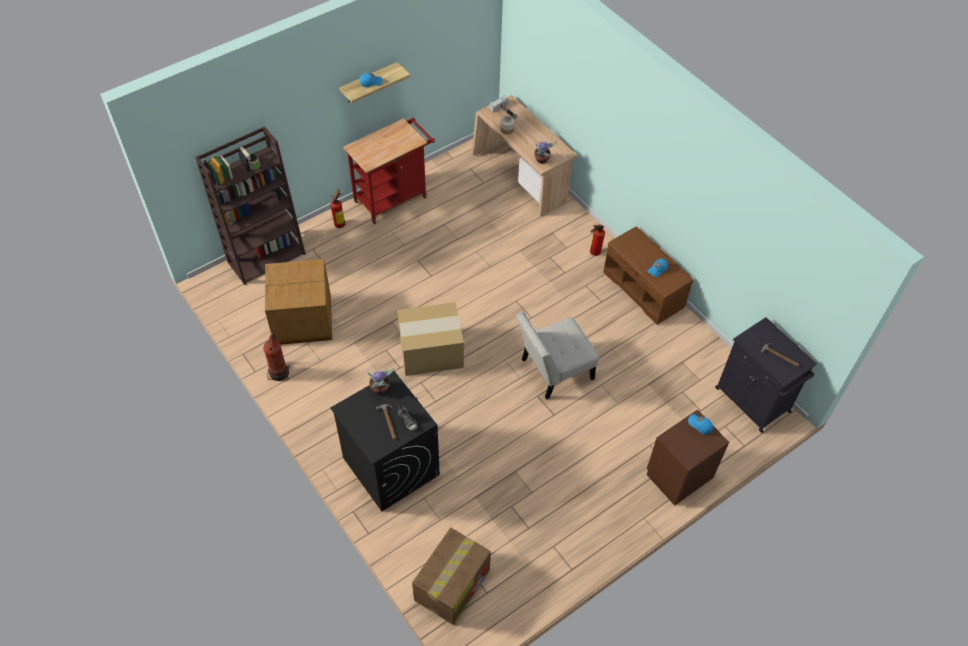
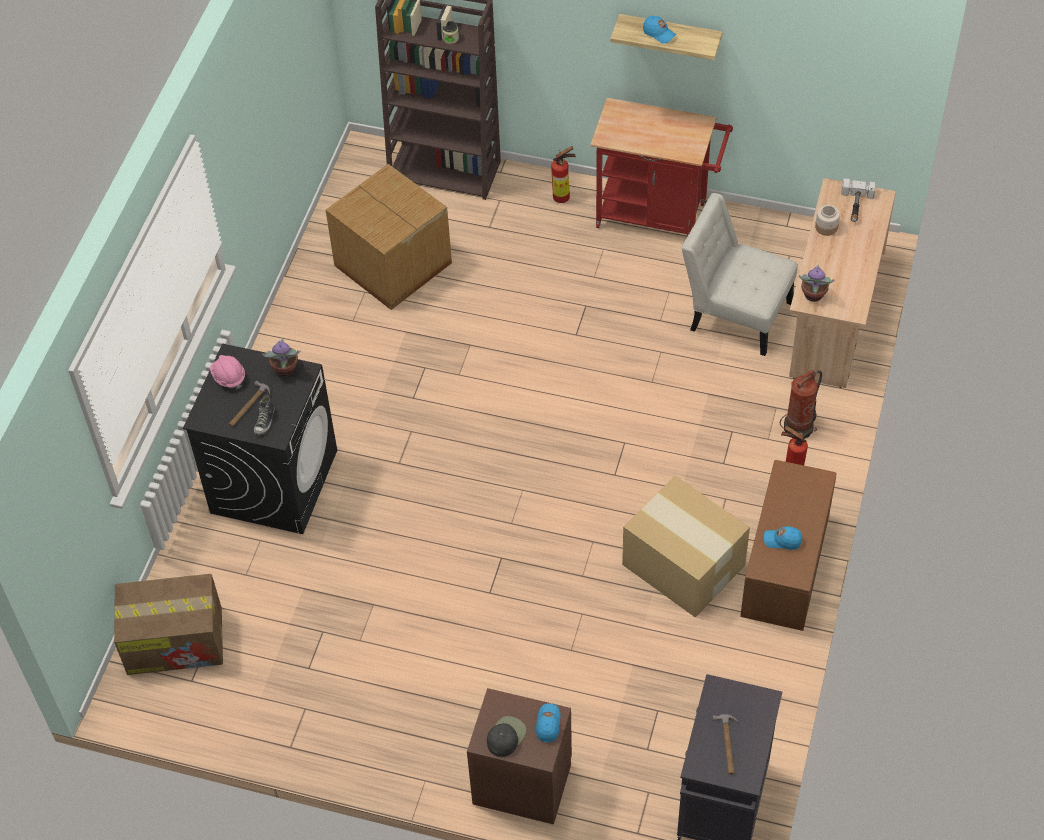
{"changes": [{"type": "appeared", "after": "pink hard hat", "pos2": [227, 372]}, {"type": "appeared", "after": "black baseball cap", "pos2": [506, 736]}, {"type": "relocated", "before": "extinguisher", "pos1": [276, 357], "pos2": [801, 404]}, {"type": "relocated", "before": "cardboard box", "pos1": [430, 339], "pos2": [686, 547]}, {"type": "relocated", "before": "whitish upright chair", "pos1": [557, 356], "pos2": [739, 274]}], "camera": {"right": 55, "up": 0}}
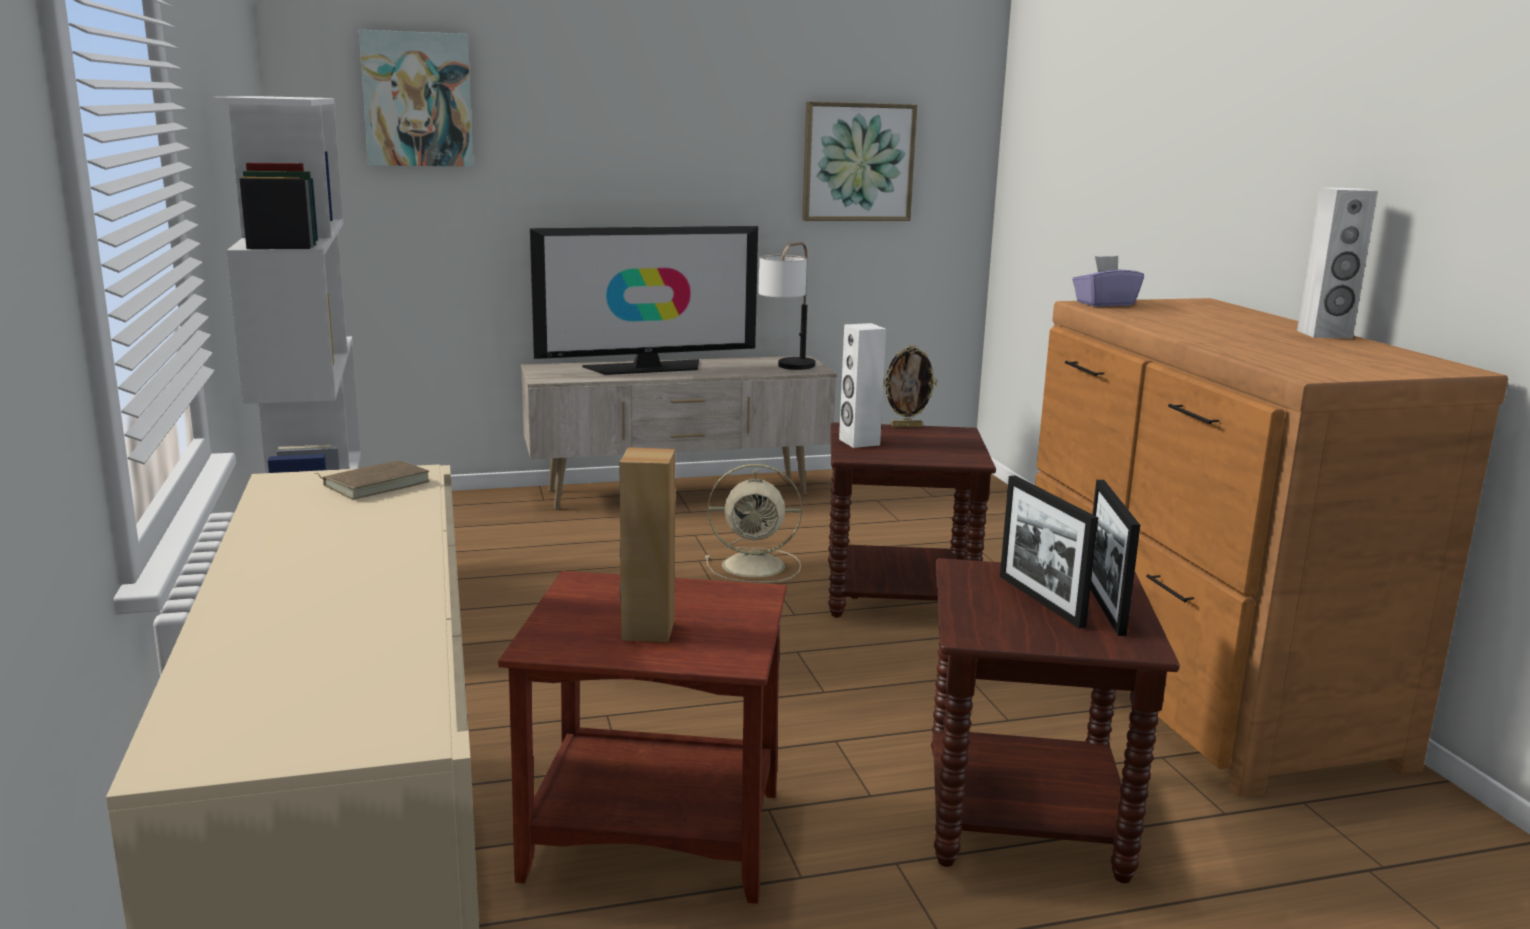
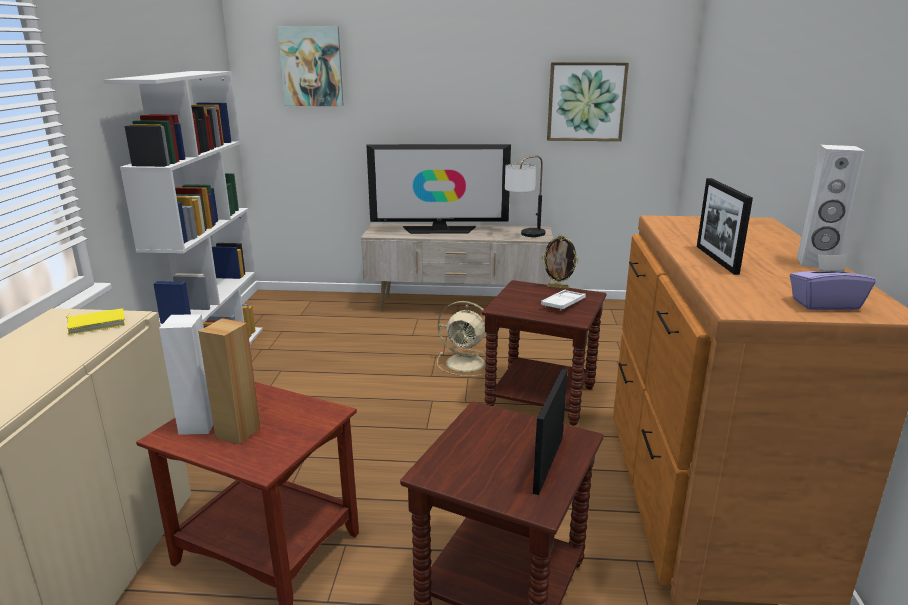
{"changes": [{"type": "appeared", "after": "whitish tray", "pos2": [563, 300]}, {"type": "relocated", "before": "whitish audio speaker", "pos1": [862, 385], "pos2": [186, 374]}, {"type": "relocated", "before": "standing frame", "pos1": [1049, 551], "pos2": [725, 226]}, {"type": "relocated", "before": "purple-coloured box of tissues", "pos1": [1108, 281], "pos2": [833, 282]}, {"type": "colour", "before": "brownish bound book", "after": "yellowish bound book", "pos1": [372, 479], "pos2": [95, 322]}], "camera": {"right": 20, "up": 5}}
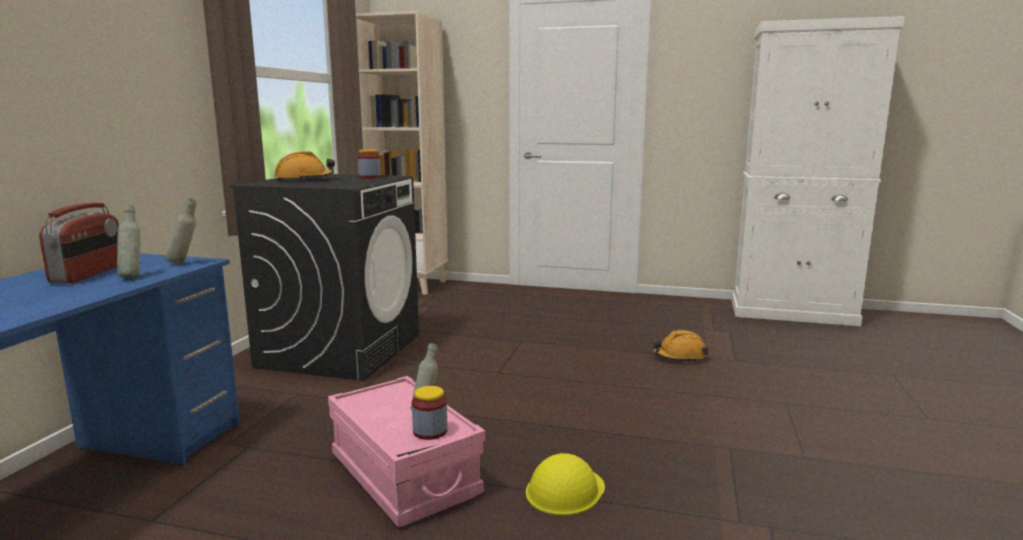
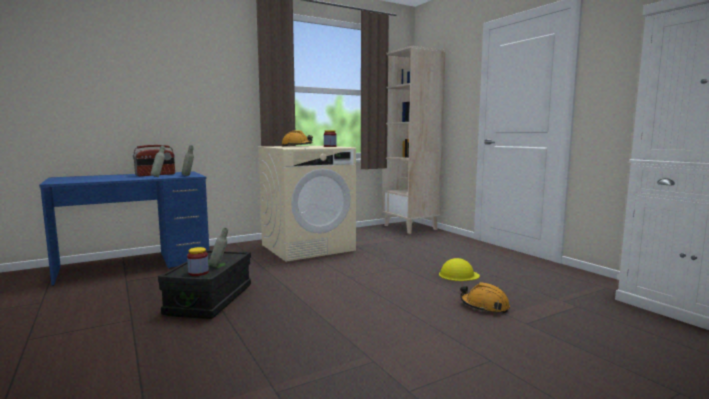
{"changes": [{"type": "relocated", "before": "yellowish hard hat", "pos1": [565, 484], "pos2": [459, 269]}, {"type": "colour", "before": "black laundry machine", "after": "sand-coloured laundry machine", "pos1": [324, 277], "pos2": [307, 204]}, {"type": "colour", "before": "pink storage box", "after": "black storage box", "pos1": [406, 451], "pos2": [204, 284]}], "camera": {"right": 45, "up": -5}}
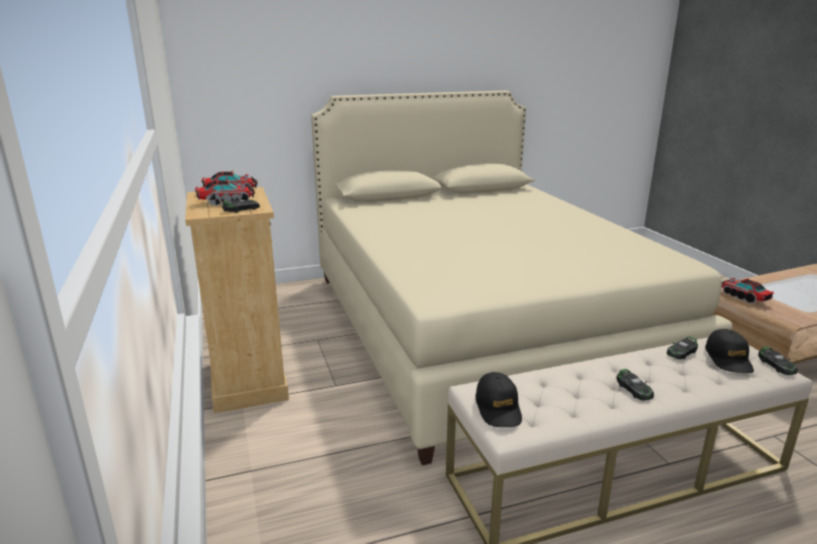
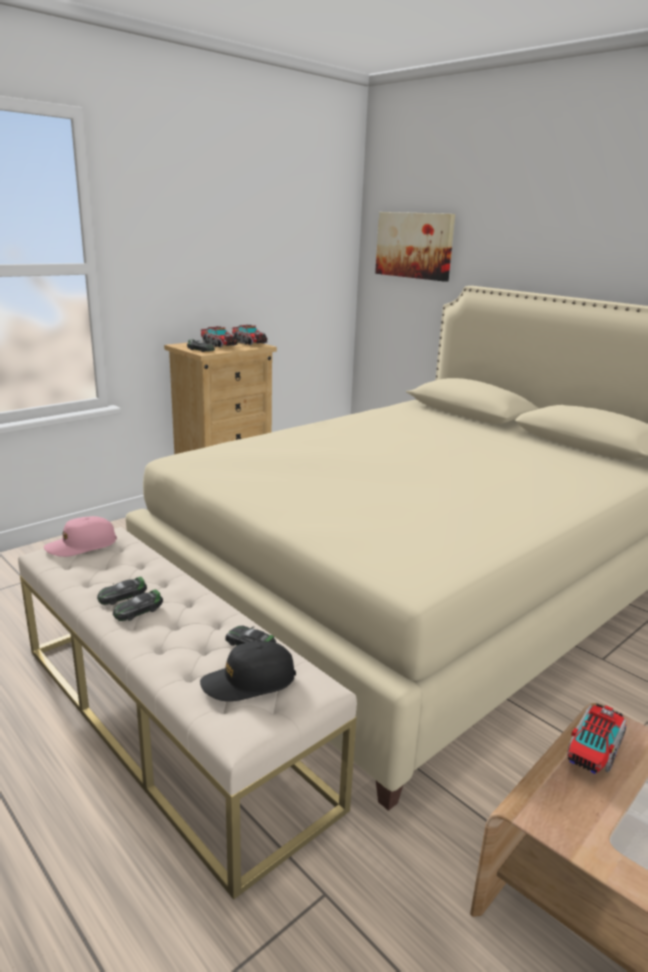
{"changes": [{"type": "appeared", "after": "wall art", "pos2": [415, 247]}, {"type": "relocated", "before": "model car", "pos1": [778, 361], "pos2": [122, 591]}, {"type": "colour", "before": "black baseball cap", "after": "pink baseball cap", "pos1": [498, 399], "pos2": [80, 536]}], "camera": {"right": 65, "up": 0}}
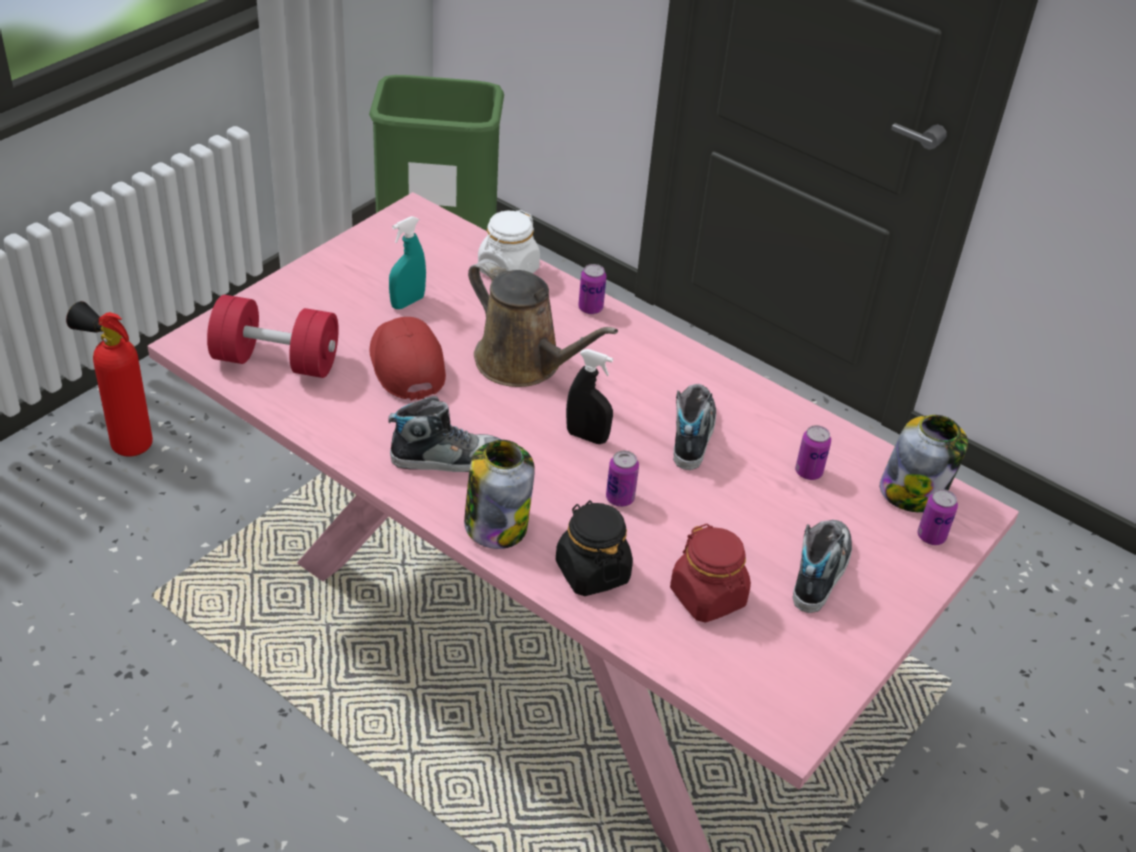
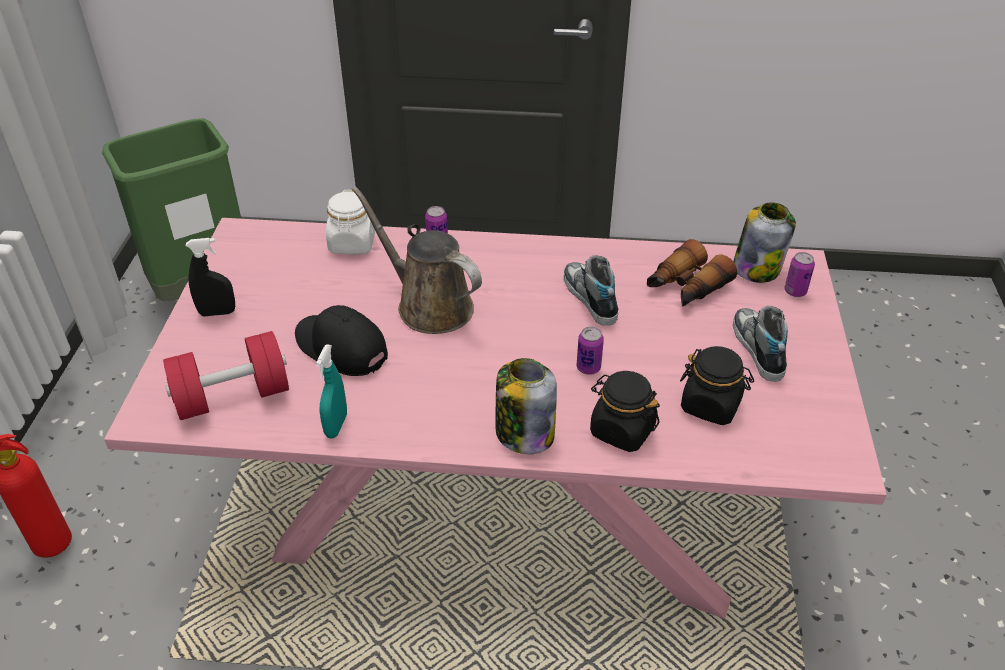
{"changes": [{"type": "missing", "before": "shoe", "pos1": [444, 434]}, {"type": "relocated", "before": "blue-green hand sprayer", "pos1": [407, 262], "pos2": [331, 391]}, {"type": "relocated", "before": "black hand sprayer", "pos1": [589, 396], "pos2": [210, 277]}, {"type": "exchanged", "before": "metal can", "after": "binoculars", "pos1": [813, 452], "pos2": [692, 272]}, {"type": "colour", "before": "red baseball cap", "after": "black baseball cap", "pos1": [407, 359], "pos2": [341, 340]}, {"type": "colour", "before": "red storage jar", "after": "black storage jar", "pos1": [710, 573], "pos2": [717, 385]}, {"type": "spun", "before": "brownish sprinkling can", "pos1": [543, 323], "pos2": [417, 260], "turn": -150}], "camera": {"right": -30, "up": 0}}
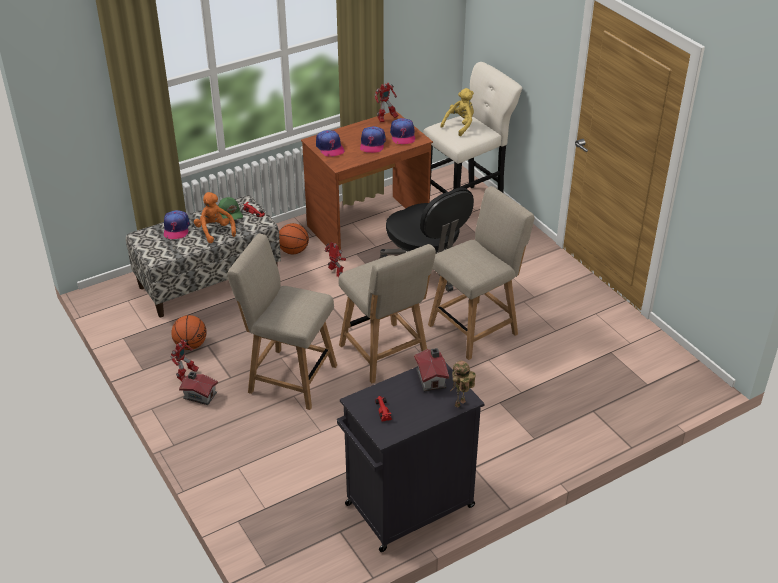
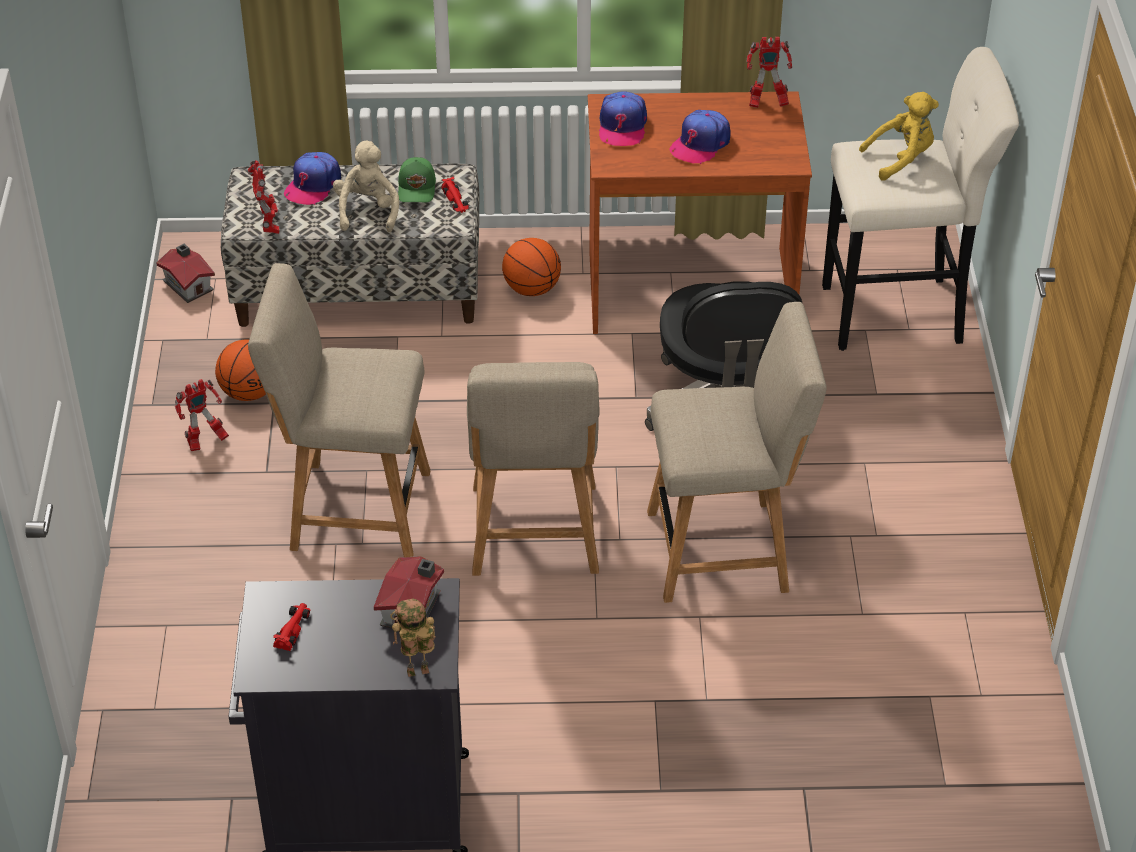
{"changes": [{"type": "missing", "before": "baseball cap", "pos1": [402, 131]}, {"type": "relocated", "before": "model house", "pos1": [198, 388], "pos2": [185, 273]}, {"type": "relocated", "before": "toy robot", "pos1": [335, 259], "pos2": [264, 197]}, {"type": "colour", "before": "orangey soft toy", "after": "sand-coloured soft toy", "pos1": [215, 217], "pos2": [366, 186]}, {"type": "spun", "before": "sand-coloured upright chair", "pos1": [282, 322], "pos2": [339, 410], "turn": -45}], "camera": {"right": 30, "up": 5}}
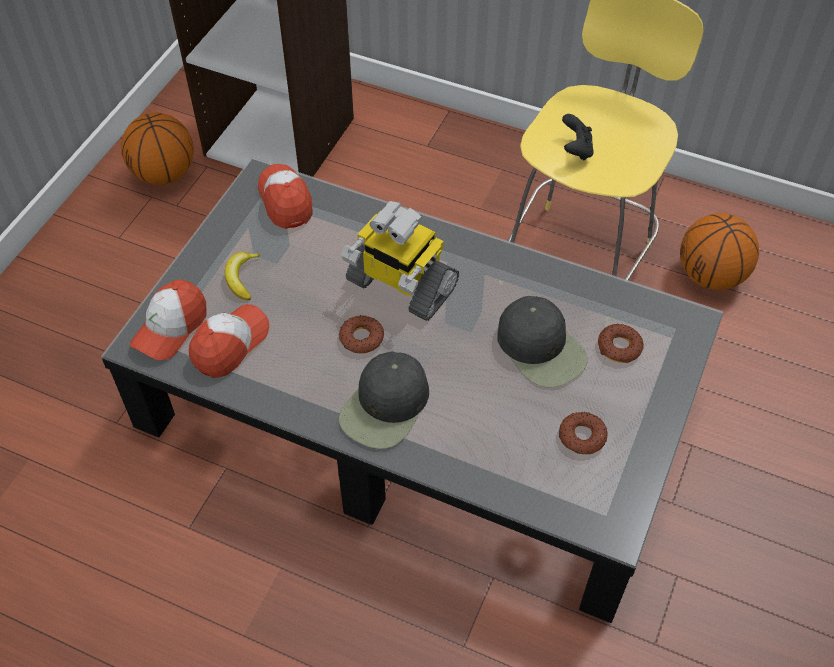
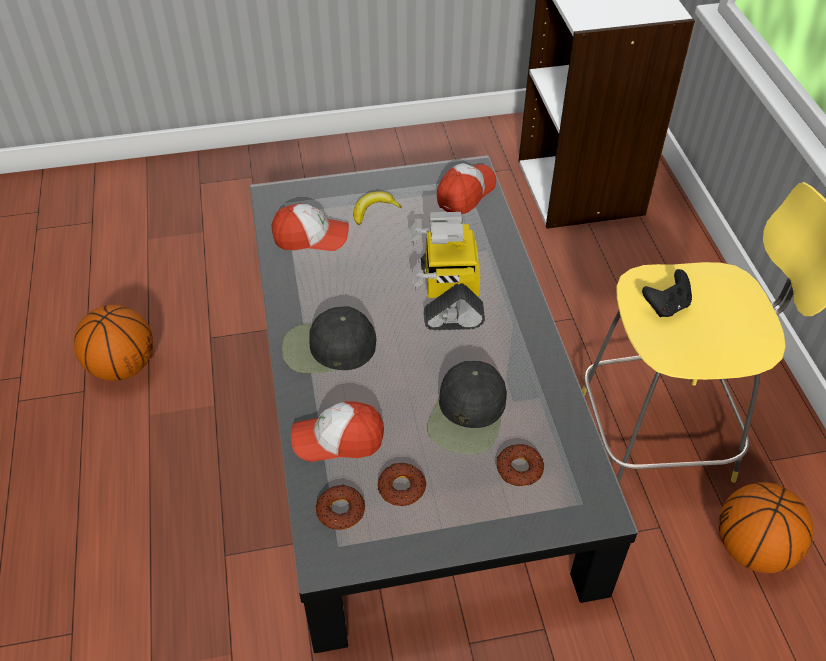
{"changes": [{"type": "relocated", "before": "basketball ball", "pos1": [157, 148], "pos2": [113, 343]}, {"type": "relocated", "before": "baseball cap", "pos1": [168, 320], "pos2": [337, 431]}, {"type": "relocated", "before": "ring doughnut", "pos1": [361, 334], "pos2": [340, 507]}], "camera": {"right": 55, "up": -5}}
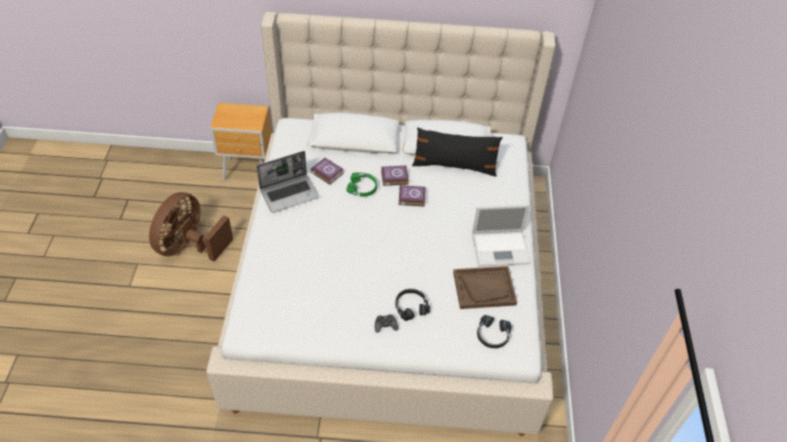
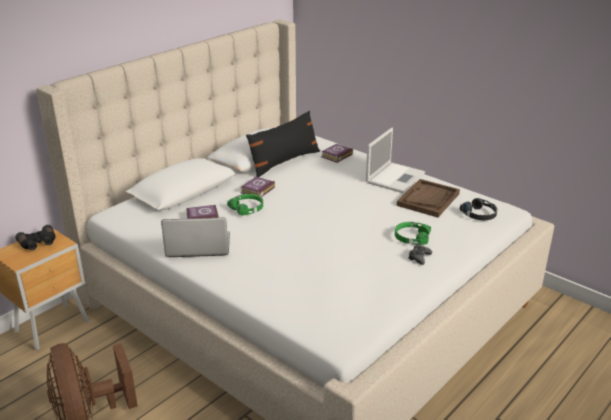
{"changes": [{"type": "appeared", "after": "black binoculars", "pos2": [35, 237]}, {"type": "relocated", "before": "bound book", "pos1": [412, 196], "pos2": [337, 153]}, {"type": "colour", "before": "black headphones", "after": "green headphones", "pos1": [412, 305], "pos2": [413, 233]}, {"type": "spun", "before": "portable computer", "pos1": [288, 182], "pos2": [195, 237], "turn": -105}], "camera": {"right": -50, "up": -20}}
